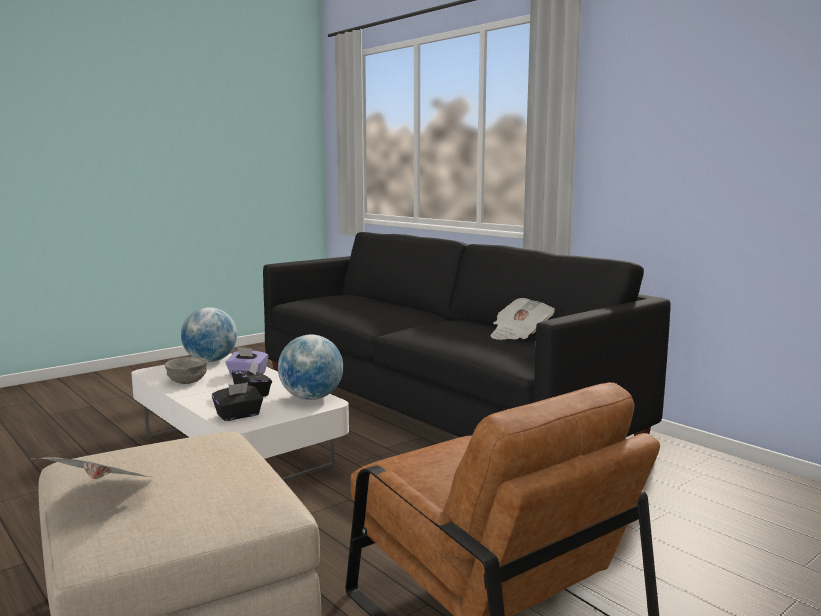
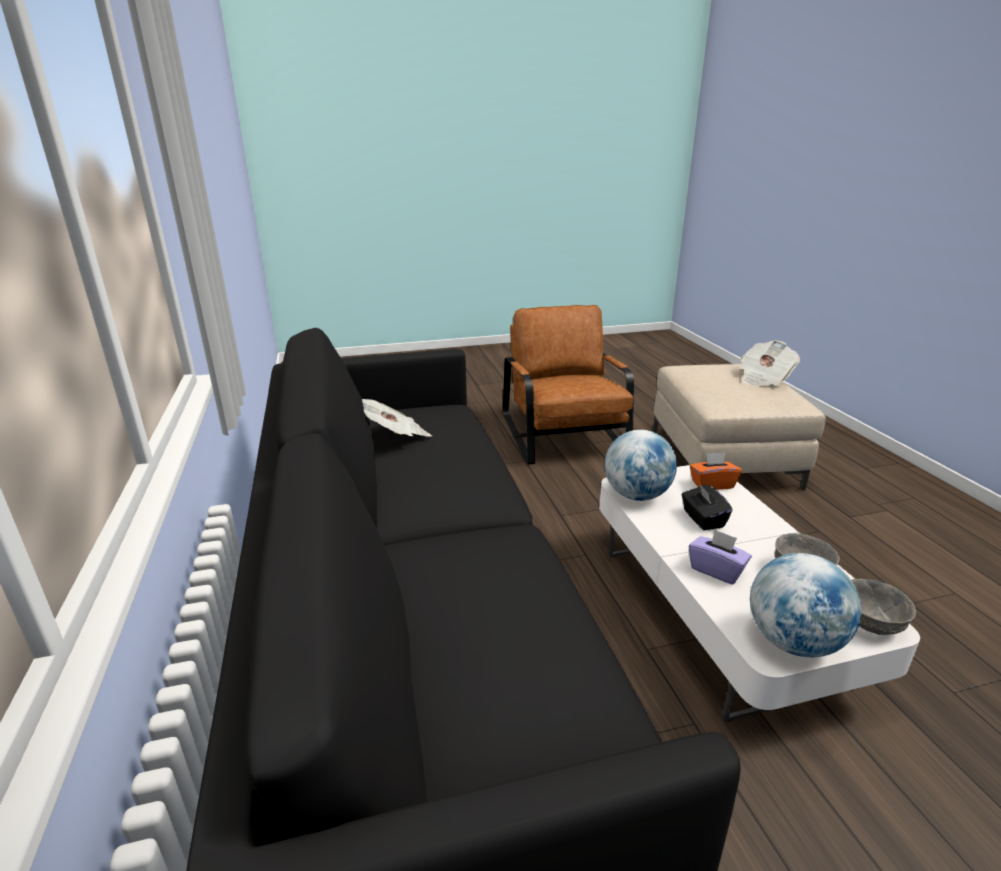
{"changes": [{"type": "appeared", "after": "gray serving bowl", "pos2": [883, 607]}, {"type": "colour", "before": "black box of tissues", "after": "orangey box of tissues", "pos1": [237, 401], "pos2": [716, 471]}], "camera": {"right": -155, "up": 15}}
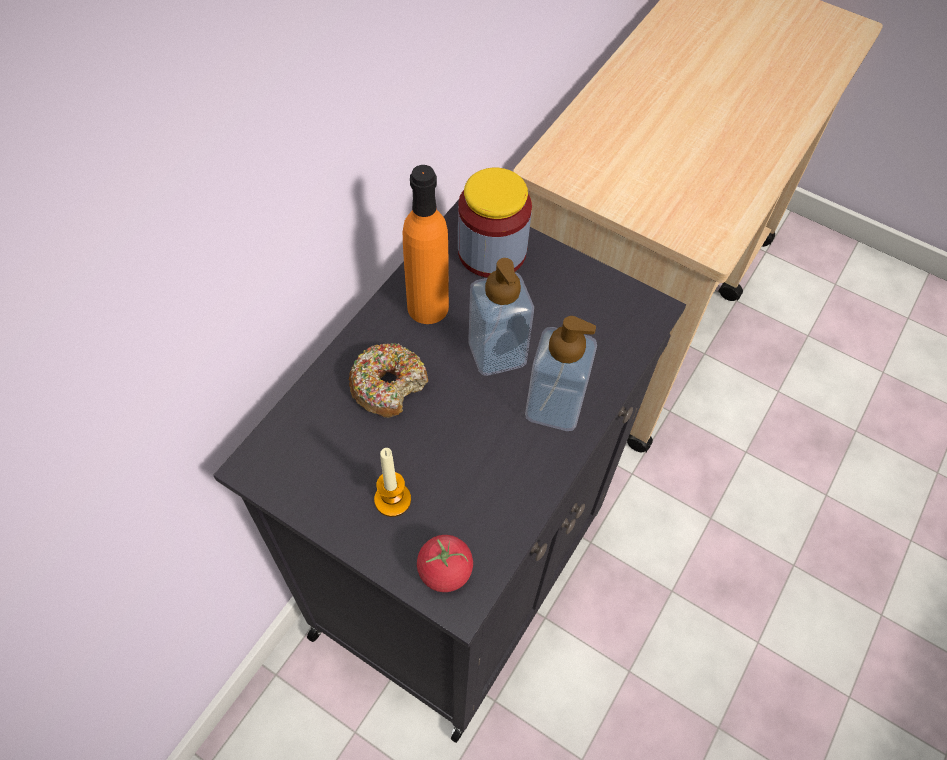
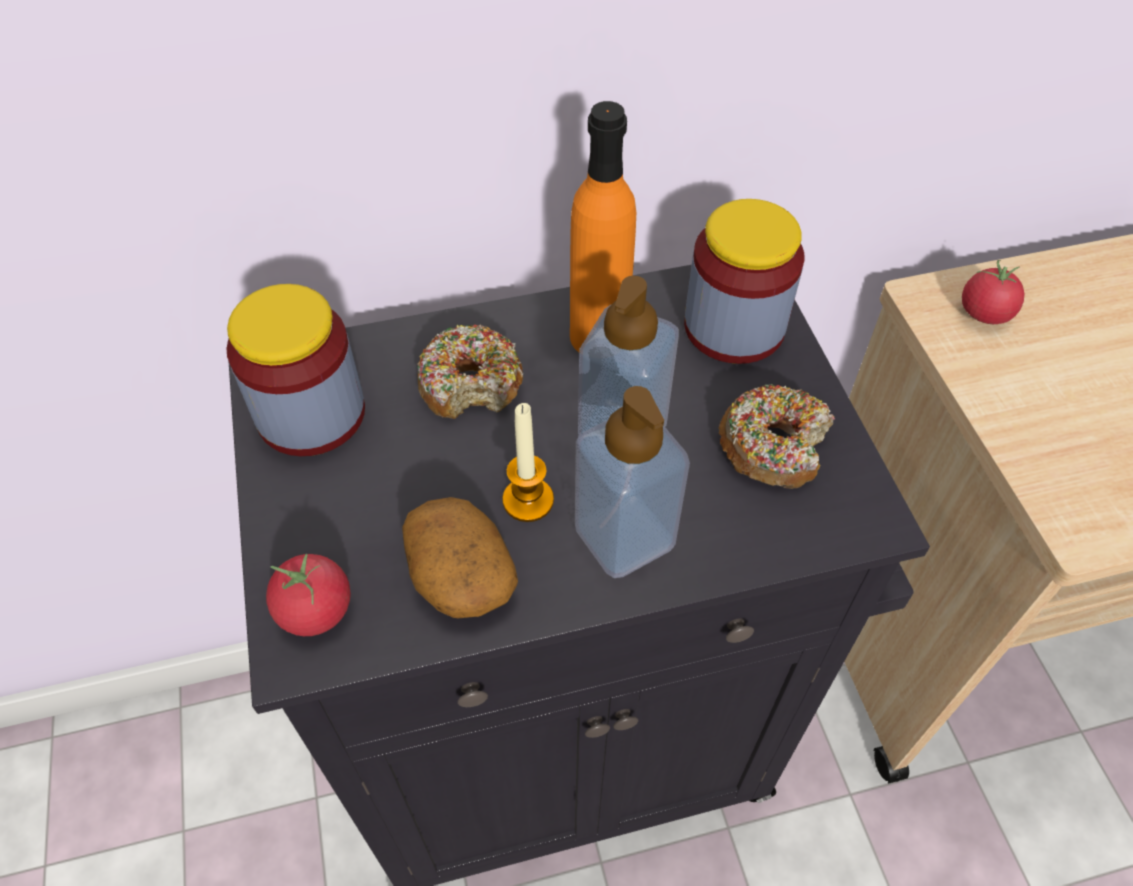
{"changes": [{"type": "appeared", "after": "storage jar", "pos2": [295, 370]}, {"type": "appeared", "after": "whole potato", "pos2": [460, 557]}, {"type": "appeared", "after": "ring doughnut", "pos2": [777, 436]}, {"type": "appeared", "after": "fresh tomato", "pos2": [993, 292]}, {"type": "relocated", "before": "wax candle", "pos1": [392, 482], "pos2": [528, 462]}], "camera": {"right": 45, "up": -5}}
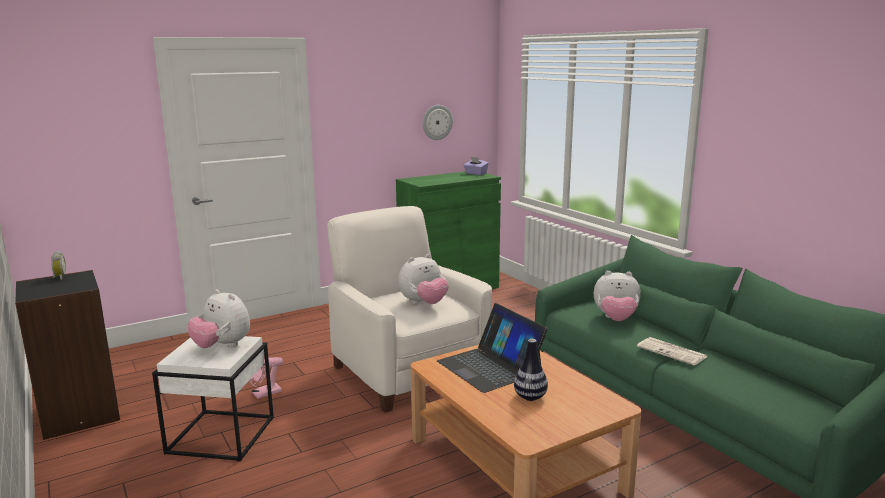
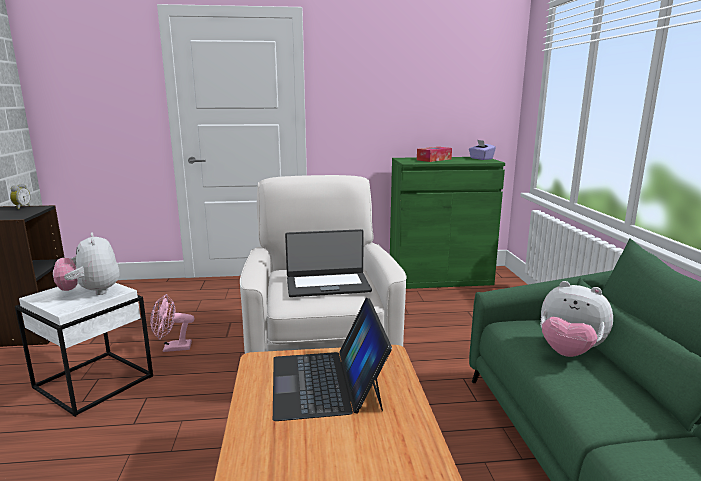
{"changes": [{"type": "missing", "before": "hanging clock", "pos1": [438, 122]}, {"type": "missing", "before": "decorative vase", "pos1": [531, 370]}, {"type": "missing", "before": "daily paper", "pos1": [672, 351]}, {"type": "appeared", "after": "box of tissues", "pos2": [434, 154]}, {"type": "exchanged", "before": "soft toy", "after": "portable computer", "pos1": [423, 279], "pos2": [328, 263]}], "camera": {"right": 25, "up": 0}}
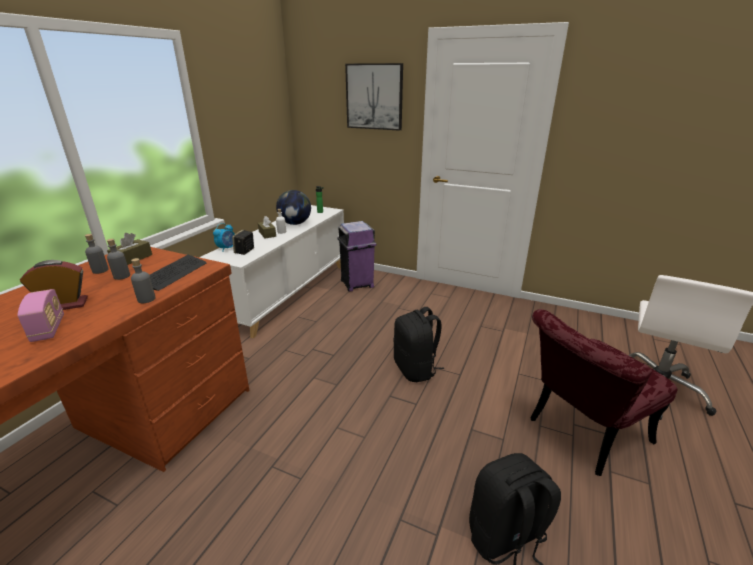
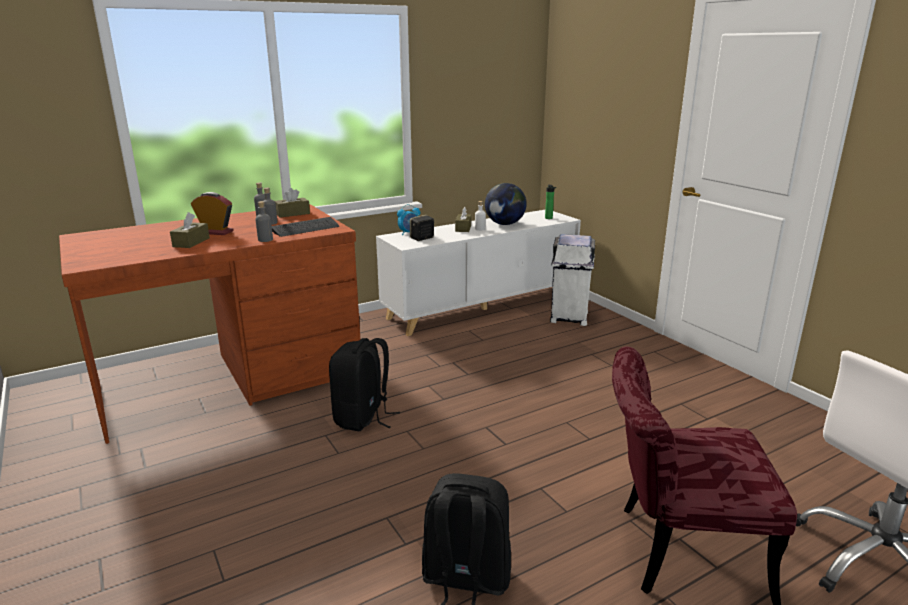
{"changes": [{"type": "missing", "before": "wall art", "pos1": [374, 97]}, {"type": "relocated", "before": "black backpack", "pos1": [418, 344], "pos2": [364, 384]}, {"type": "exchanged", "before": "radio", "after": "brownish box of tissues", "pos1": [40, 315], "pos2": [190, 230]}, {"type": "colour", "before": "purple-coloured waste bin", "after": "whitish waste bin", "pos1": [356, 256], "pos2": [572, 280]}], "camera": {"right": 35, "up": -5}}
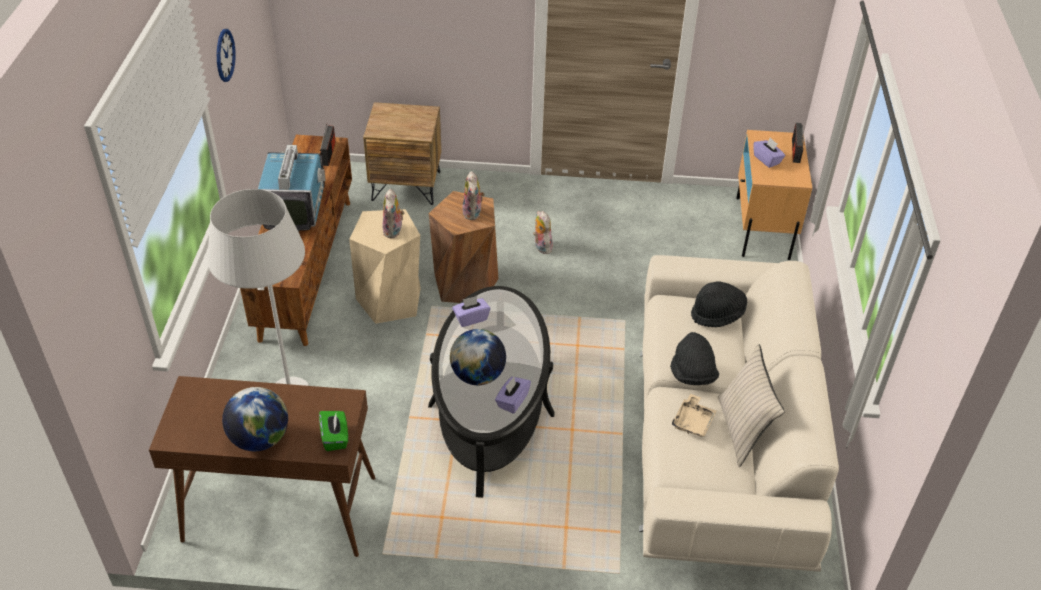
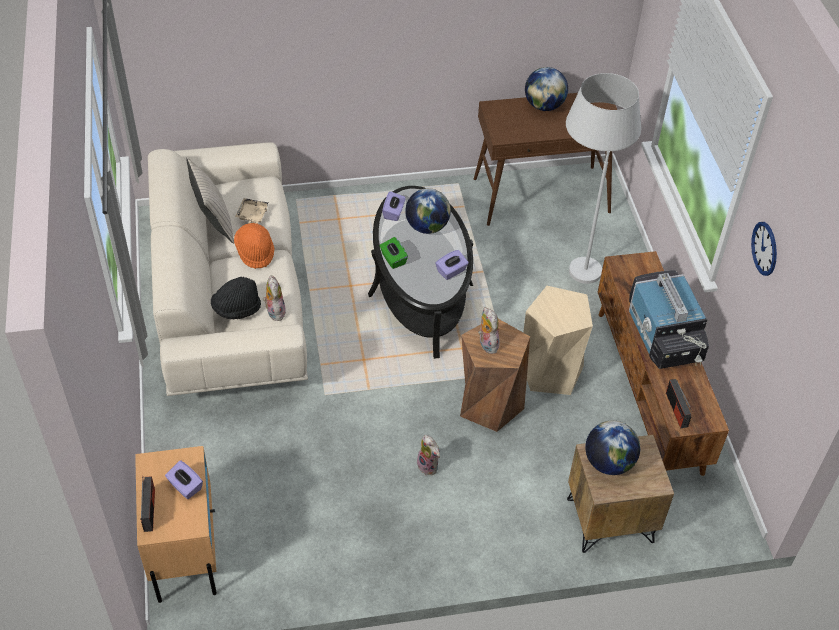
{"changes": [{"type": "appeared", "after": "globe", "pos2": [612, 448]}, {"type": "relocated", "before": "green box of tissues", "pos1": [333, 431], "pos2": [394, 253]}, {"type": "relocated", "before": "soft toy", "pos1": [393, 213], "pos2": [274, 298]}, {"type": "colour", "before": "black wearable hat", "after": "orangey wearable hat", "pos1": [694, 358], "pos2": [254, 246]}], "camera": {"right": 165, "up": 5}}
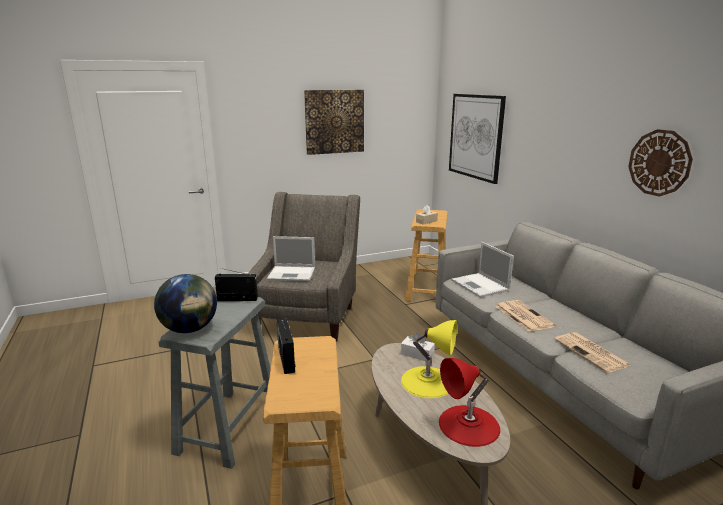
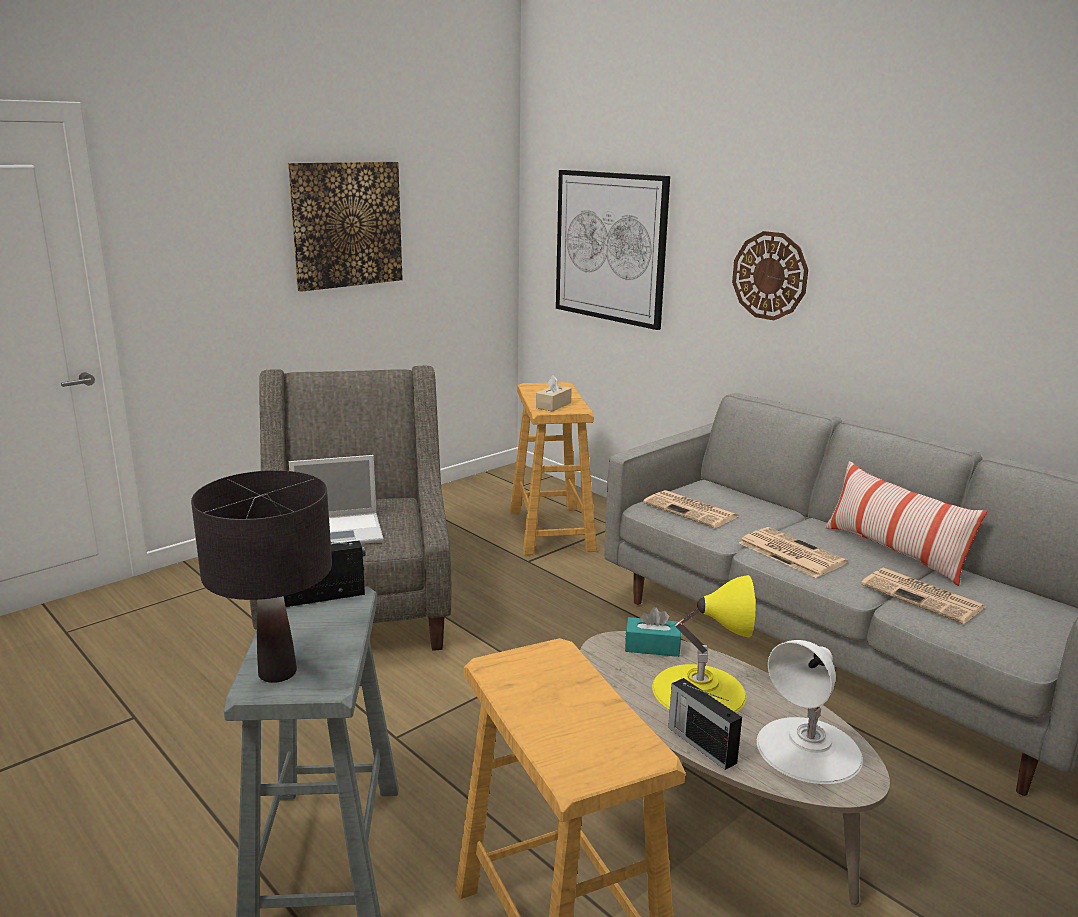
{"changes": [{"type": "appeared", "after": "cushion", "pos2": [906, 523]}, {"type": "relocated", "before": "radio", "pos1": [285, 346], "pos2": [705, 724]}, {"type": "relocated", "before": "hanging clock", "pos1": [660, 163], "pos2": [770, 275]}, {"type": "exchanged", "before": "globe", "after": "black lamp for a table", "pos1": [185, 303], "pos2": [261, 576]}, {"type": "exchanged", "before": "portable computer", "after": "daily paper", "pos1": [483, 270], "pos2": [691, 509]}, {"type": "colour", "before": "whitish box of tissues", "after": "blue-green box of tissues", "pos1": [418, 346], "pos2": [653, 632]}, {"type": "colour", "before": "red lamp for a table", "after": "whitish lamp for a table", "pos1": [469, 402], "pos2": [810, 712]}], "camera": {"right": -20, "up": 0}}
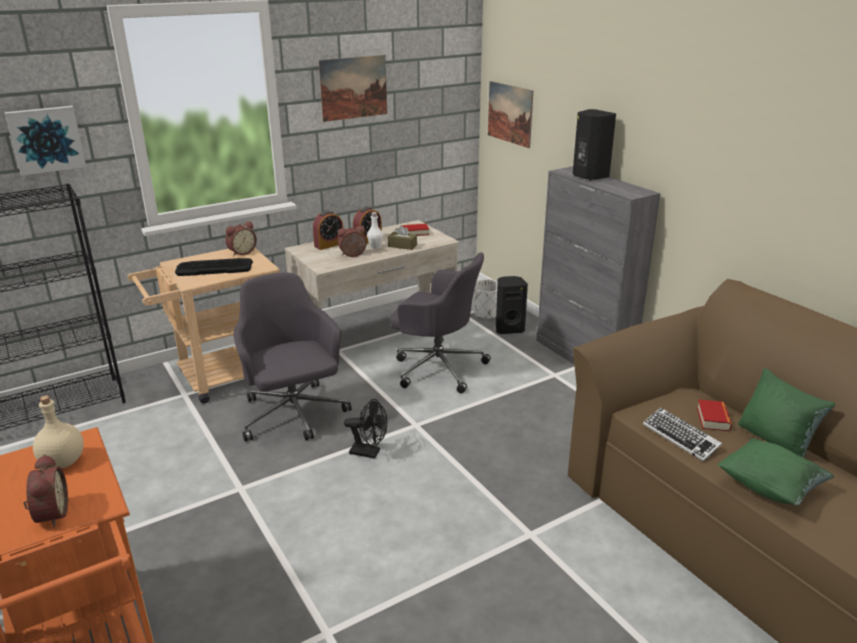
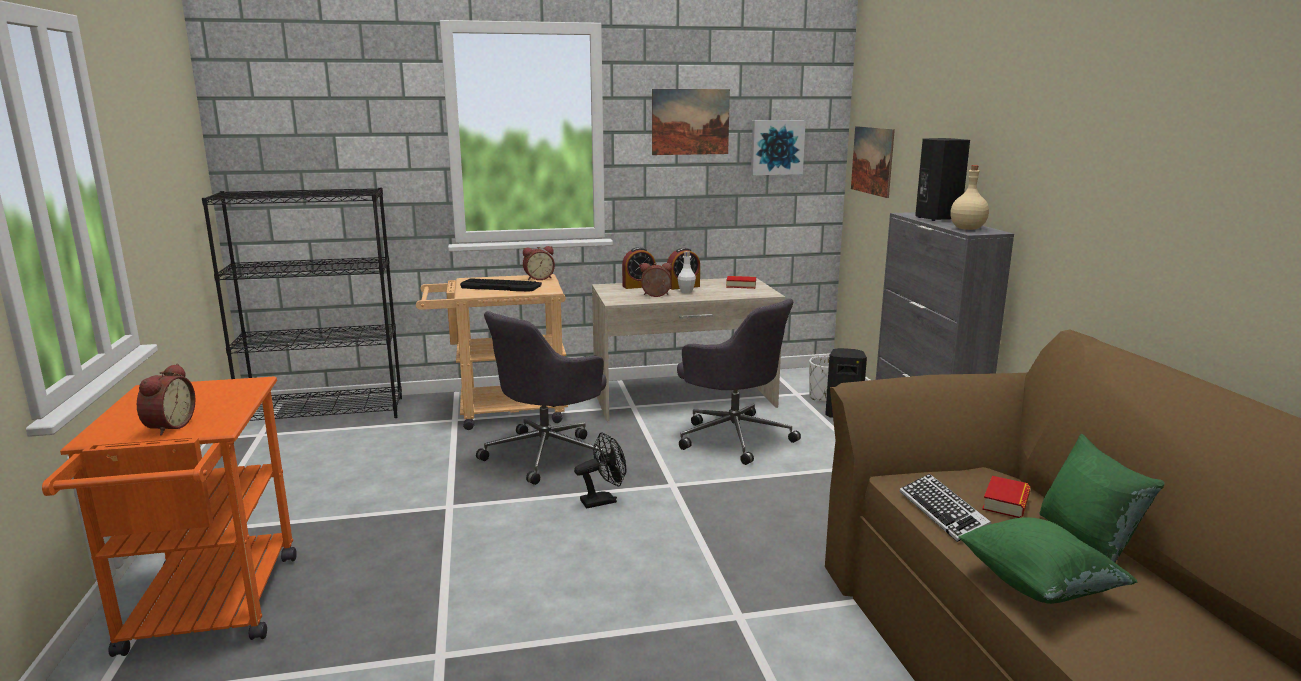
{"changes": [{"type": "missing", "before": "brownish box of tissues", "pos1": [402, 237]}, {"type": "relocated", "before": "wall art", "pos1": [45, 141], "pos2": [778, 147]}, {"type": "relocated", "before": "sand-coloured beverage bottle", "pos1": [58, 431], "pos2": [969, 197]}, {"type": "spun", "before": "gray computer chair", "pos1": [293, 357], "pos2": [543, 398], "turn": -135}, {"type": "spun", "before": "black cooling fan", "pos1": [365, 429], "pos2": [600, 470], "turn": -60}], "camera": {"right": 20, "up": -10}}
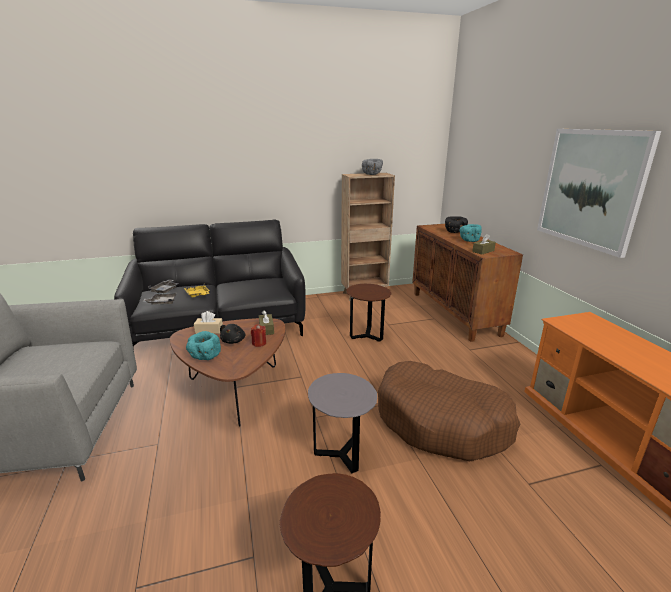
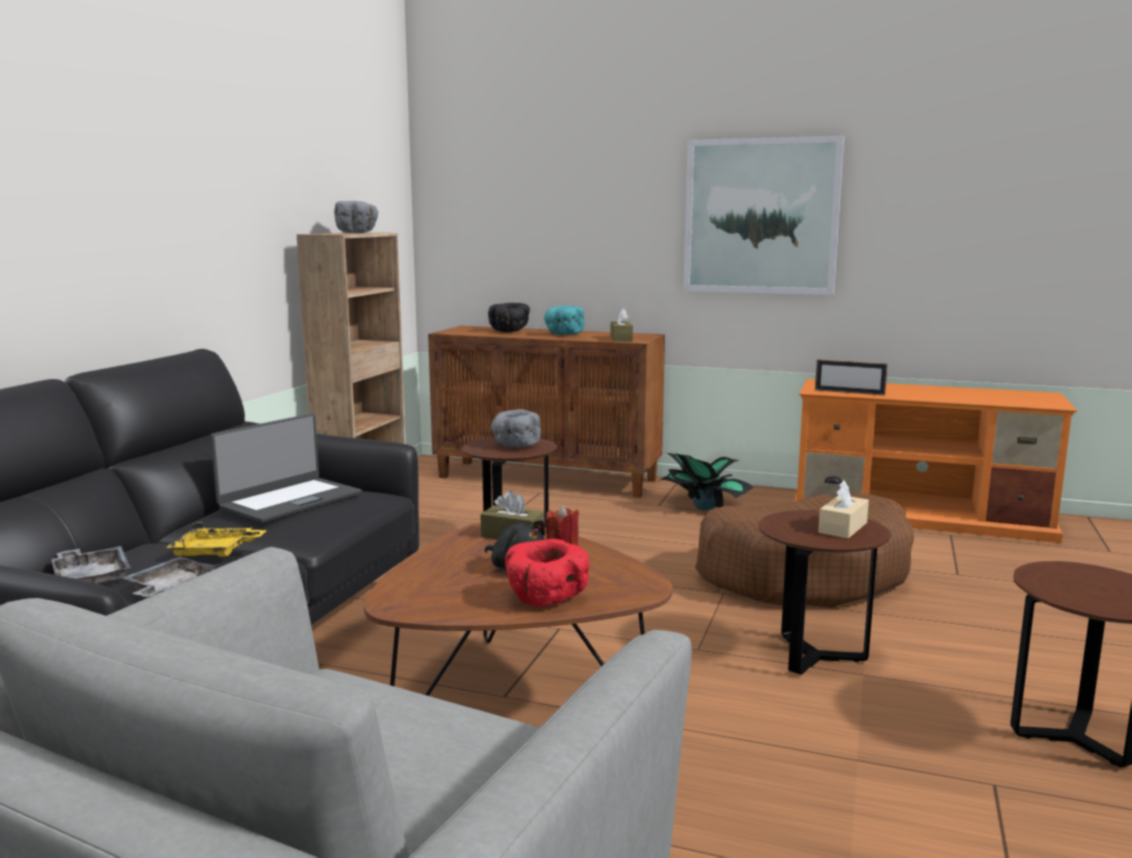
{"changes": [{"type": "appeared", "after": "portable computer", "pos2": [286, 468]}, {"type": "appeared", "after": "gray serving bowl", "pos2": [516, 428]}, {"type": "appeared", "after": "houseplant", "pos2": [707, 481]}, {"type": "appeared", "after": "standing frame", "pos2": [851, 377]}, {"type": "relocated", "before": "sand-coloured box of tissues", "pos1": [208, 322], "pos2": [843, 509]}, {"type": "colour", "before": "blue-green serving bowl", "after": "red serving bowl", "pos1": [203, 345], "pos2": [547, 573]}, {"type": "colour", "before": "gray end table", "after": "brownish end table", "pos1": [342, 423], "pos2": [824, 592]}], "camera": {"right": -55, "up": -10}}
